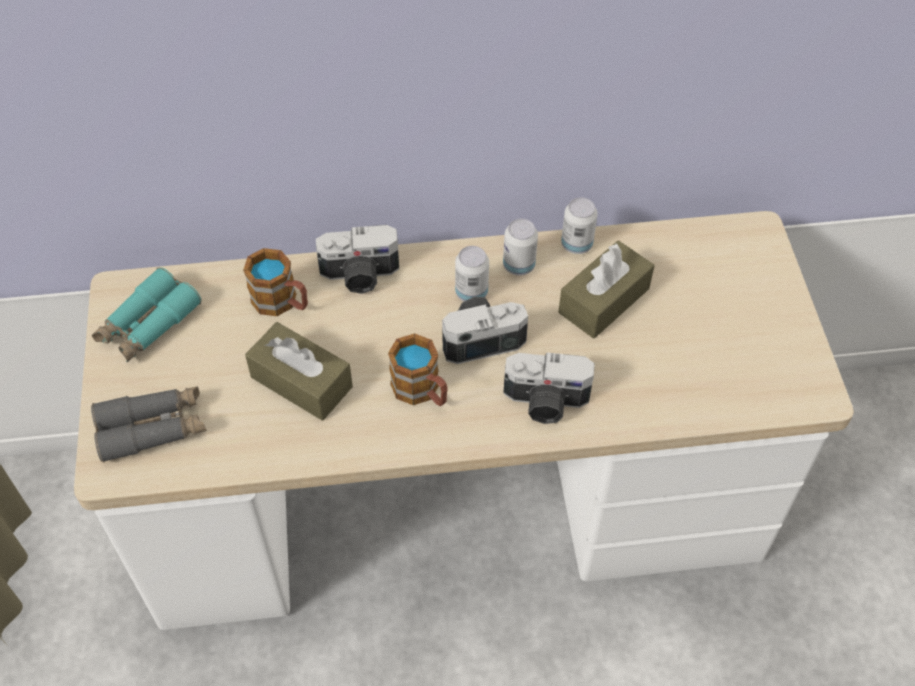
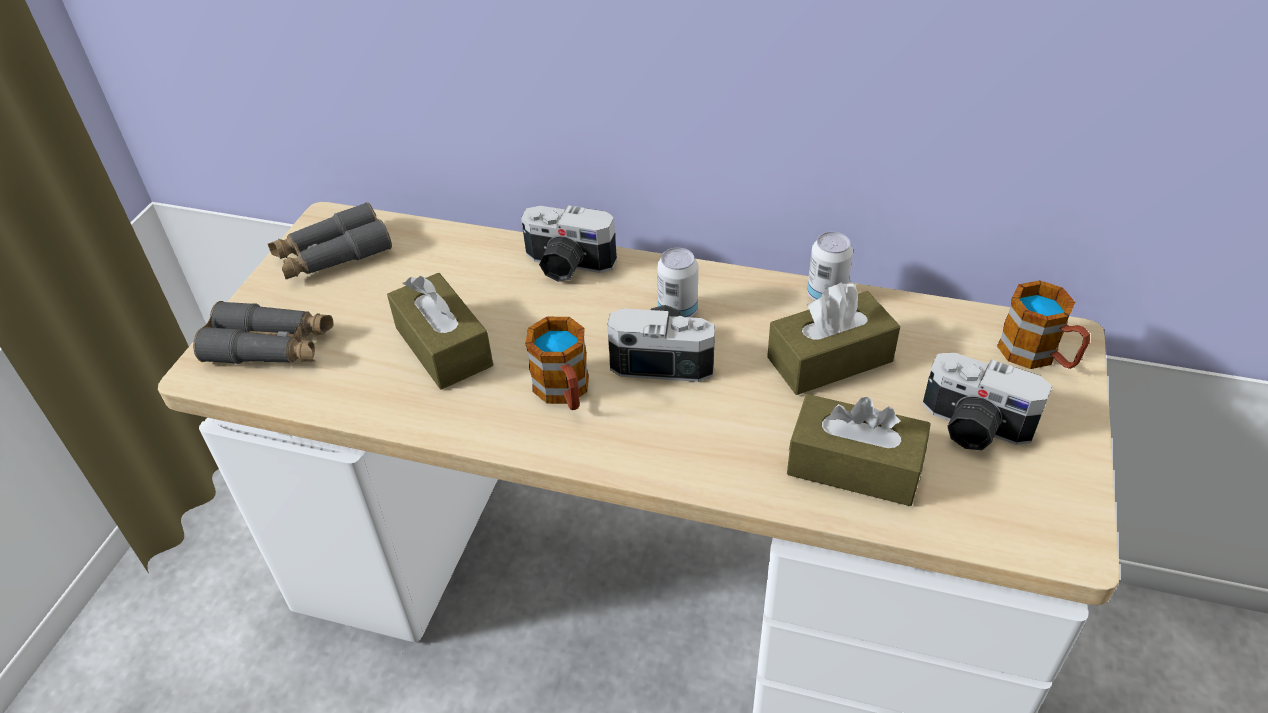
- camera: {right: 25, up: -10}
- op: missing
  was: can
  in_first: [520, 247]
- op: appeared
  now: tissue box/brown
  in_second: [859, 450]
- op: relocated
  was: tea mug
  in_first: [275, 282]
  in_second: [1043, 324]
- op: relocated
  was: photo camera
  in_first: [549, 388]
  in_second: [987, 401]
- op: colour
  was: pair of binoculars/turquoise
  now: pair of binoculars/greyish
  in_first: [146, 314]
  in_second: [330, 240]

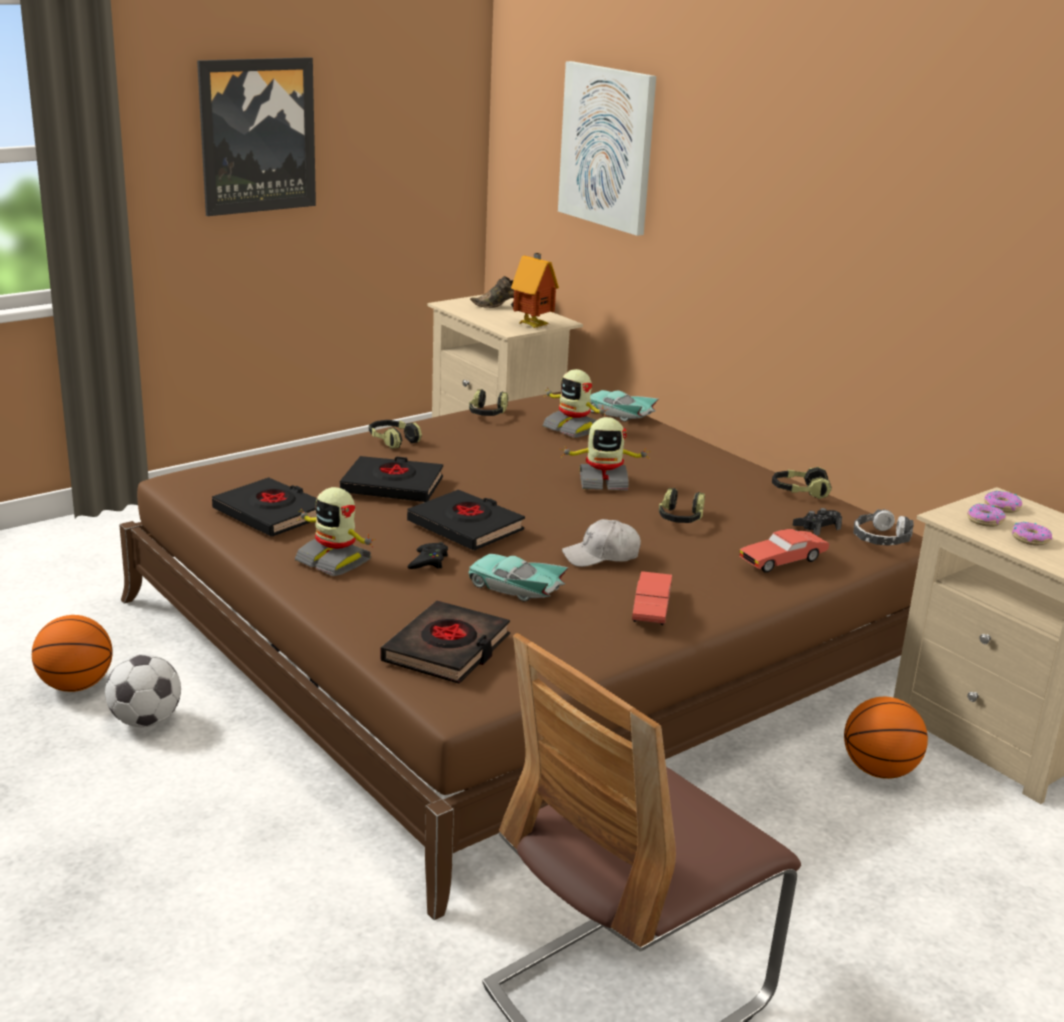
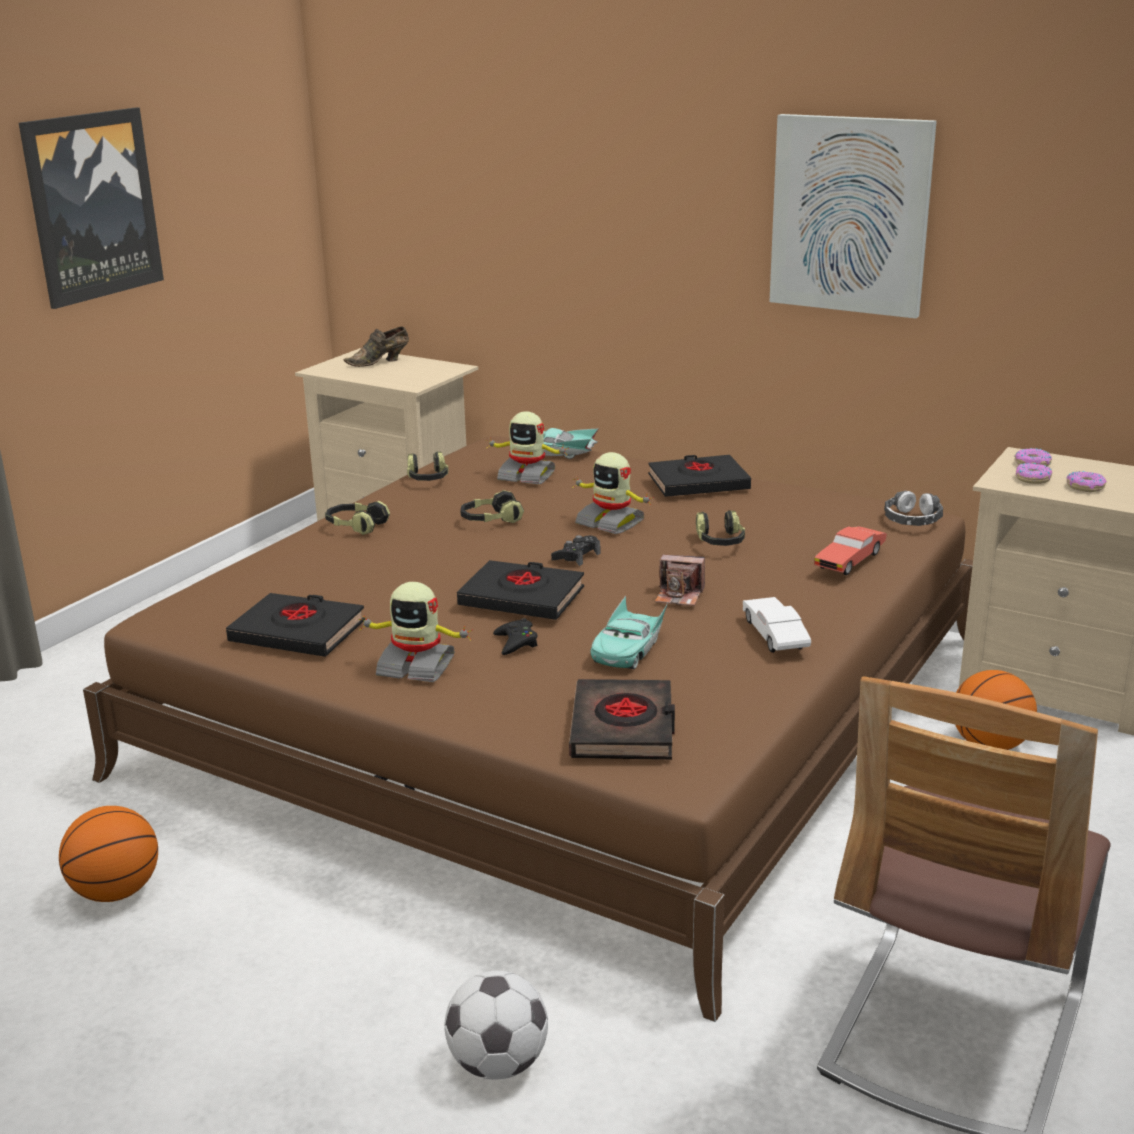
- camera: {right: -20, up: 0}
- op: missing
  was: model house
  in_first: [535, 290]
- op: relocated
  was: football ball
  in_first: [143, 690]
  in_second: [496, 1025]
- op: relocated
  was: book/black-coloured
  in_first: [391, 479]
  in_second: [699, 476]
- op: relocated
  was: wall picture
  in_first: [607, 148]
  in_second: [853, 216]
- op: relocated
  was: headphones
  in_first: [802, 482]
  in_second: [492, 506]
- op: relocated
  was: joypad/black-coloured
  in_first: [817, 522]
  in_second: [576, 550]
- op: exchanged
  was: cap/white
  now: photo camera
  in_first: [601, 543]
  in_second: [680, 580]
- op: colour
  was: toy car/reddish
  now: toy car/white
  in_first: [652, 598]
  in_second: [777, 625]
- op: spun
  was: toy car/turquoise
  in_first: [518, 578]
  in_second: [629, 632]
  clockwise: -75
- op: spun
  was: toy robot
  in_first: [605, 453]
  in_second: [613, 493]
  clockwise: 60

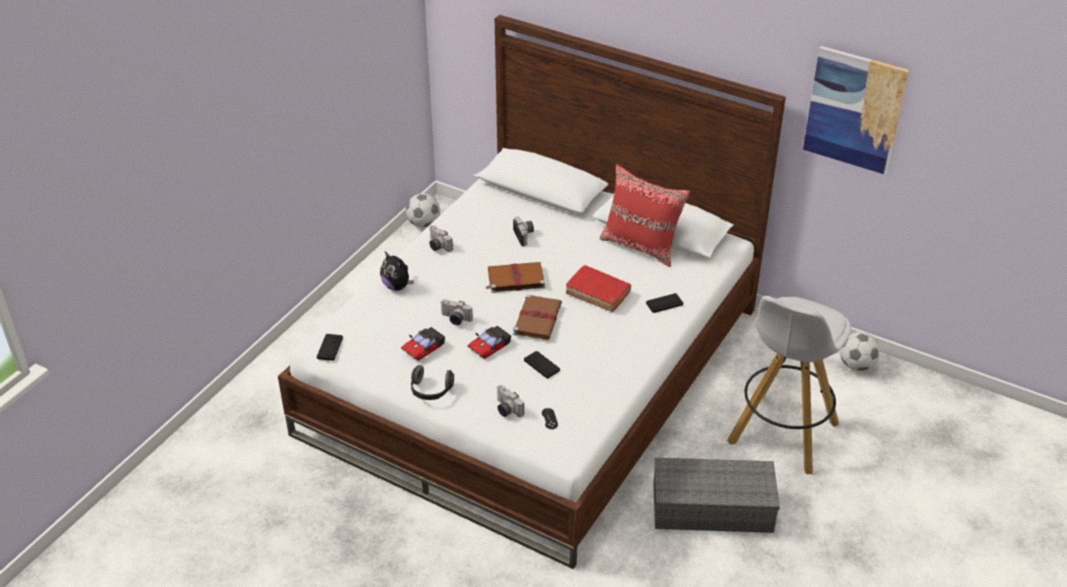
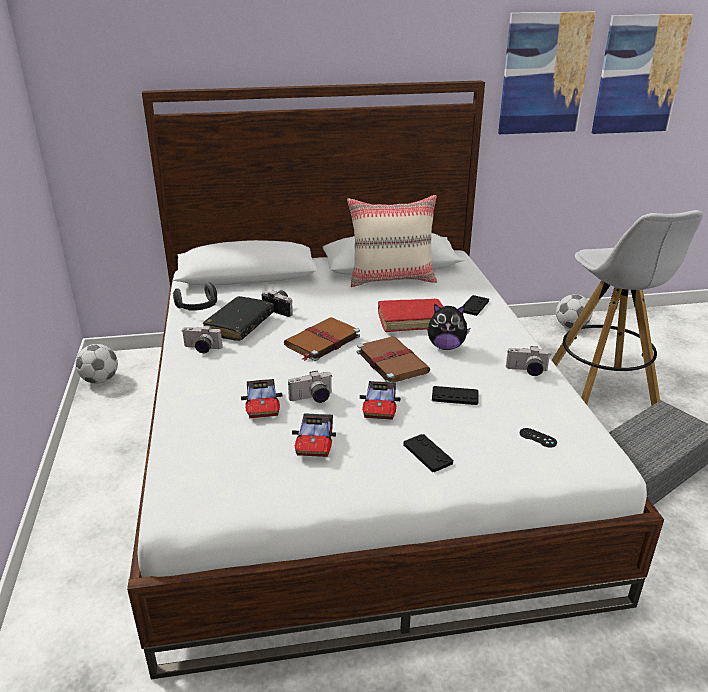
- camera: {right: -40, up: -10}
- op: appeared
  now: book/black-coloured
  in_second: [238, 318]
- op: appeared
  now: toy car
  in_second: [261, 398]
- op: appeared
  now: wall picture
  in_second: [642, 74]
- op: relocated
  was: joypad/black-coloured
  in_first: [330, 347]
  in_second: [428, 453]
- op: relocated
  was: plush toy
  in_first: [397, 271]
  in_second: [449, 327]
- op: relocated
  was: headphones
  in_first: [432, 382]
  in_second: [195, 296]
- op: relocated
  was: photo camera
  in_first: [510, 401]
  in_second: [528, 361]
- op: colour
  was: cushion/reddish
  now: cushion/beige
  in_first: [645, 215]
  in_second: [392, 241]

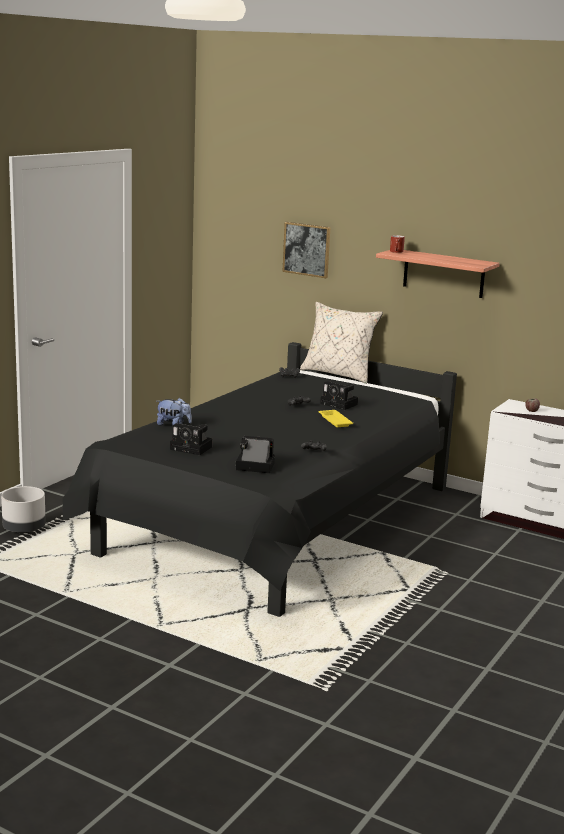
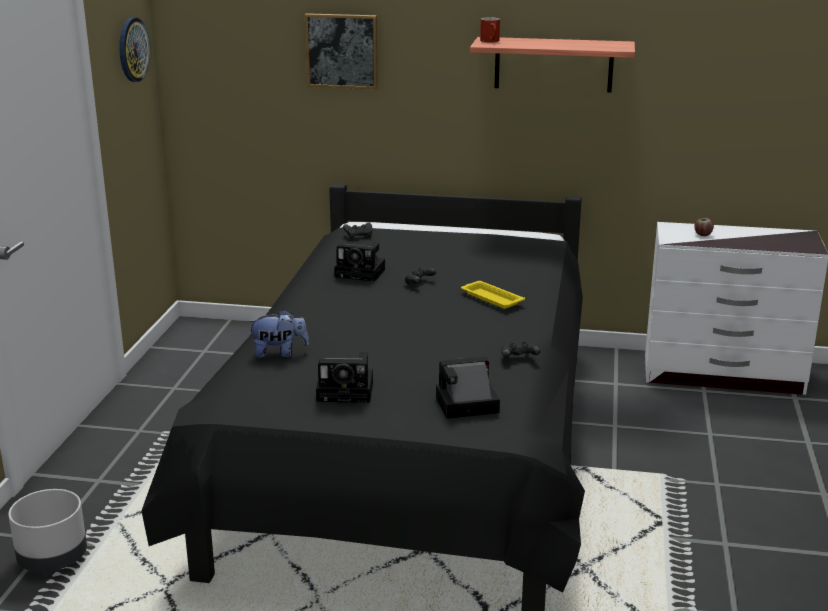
- camera: {right: -20, up: 5}
- op: missing
  was: cushion/beige
  in_first: [341, 343]
- op: appeared
  now: hanging clock
  in_second: [134, 49]
- op: relocated
  was: photo camera
  in_first: [339, 395]
  in_second: [360, 262]

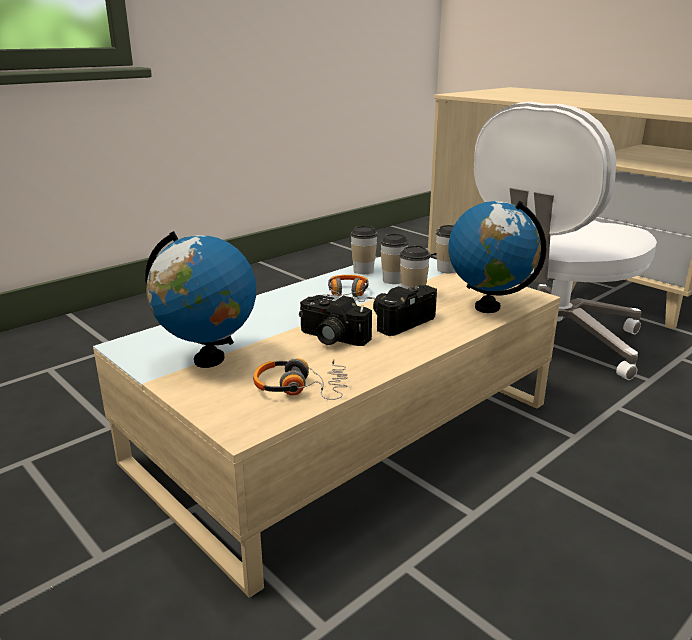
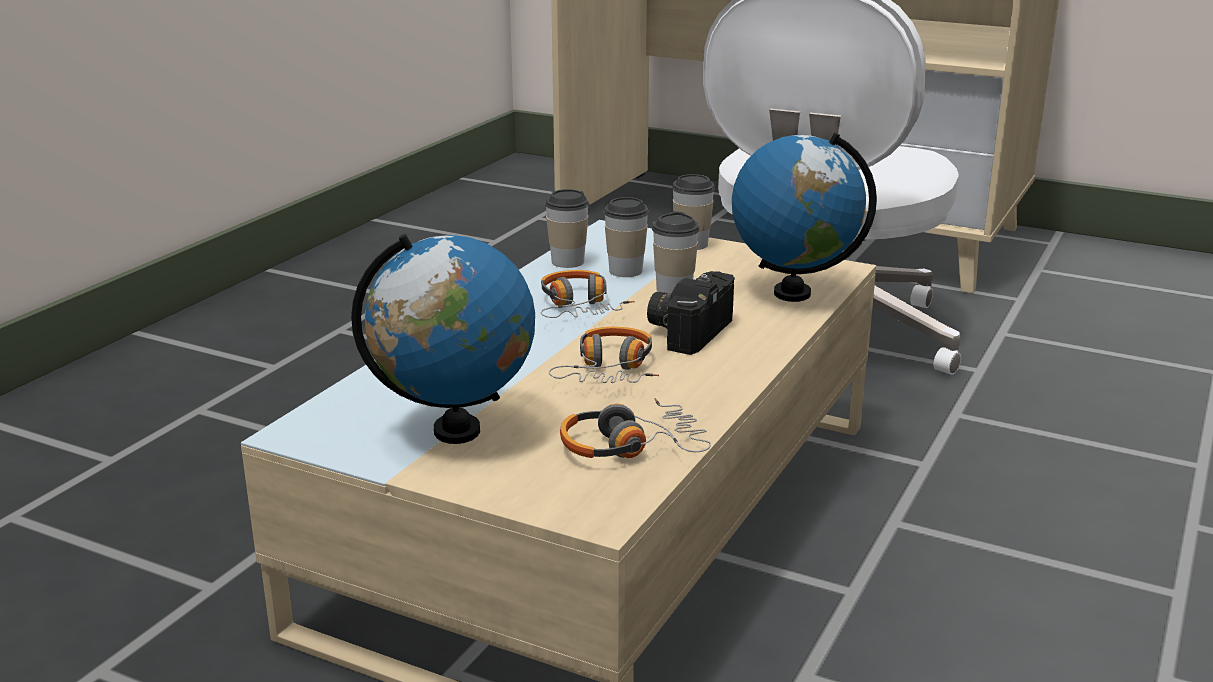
- camera: {right: -20, up: 0}
- op: exchanged
  was: photo camera
  now: headphones
  in_first: [335, 320]
  in_second: [604, 355]

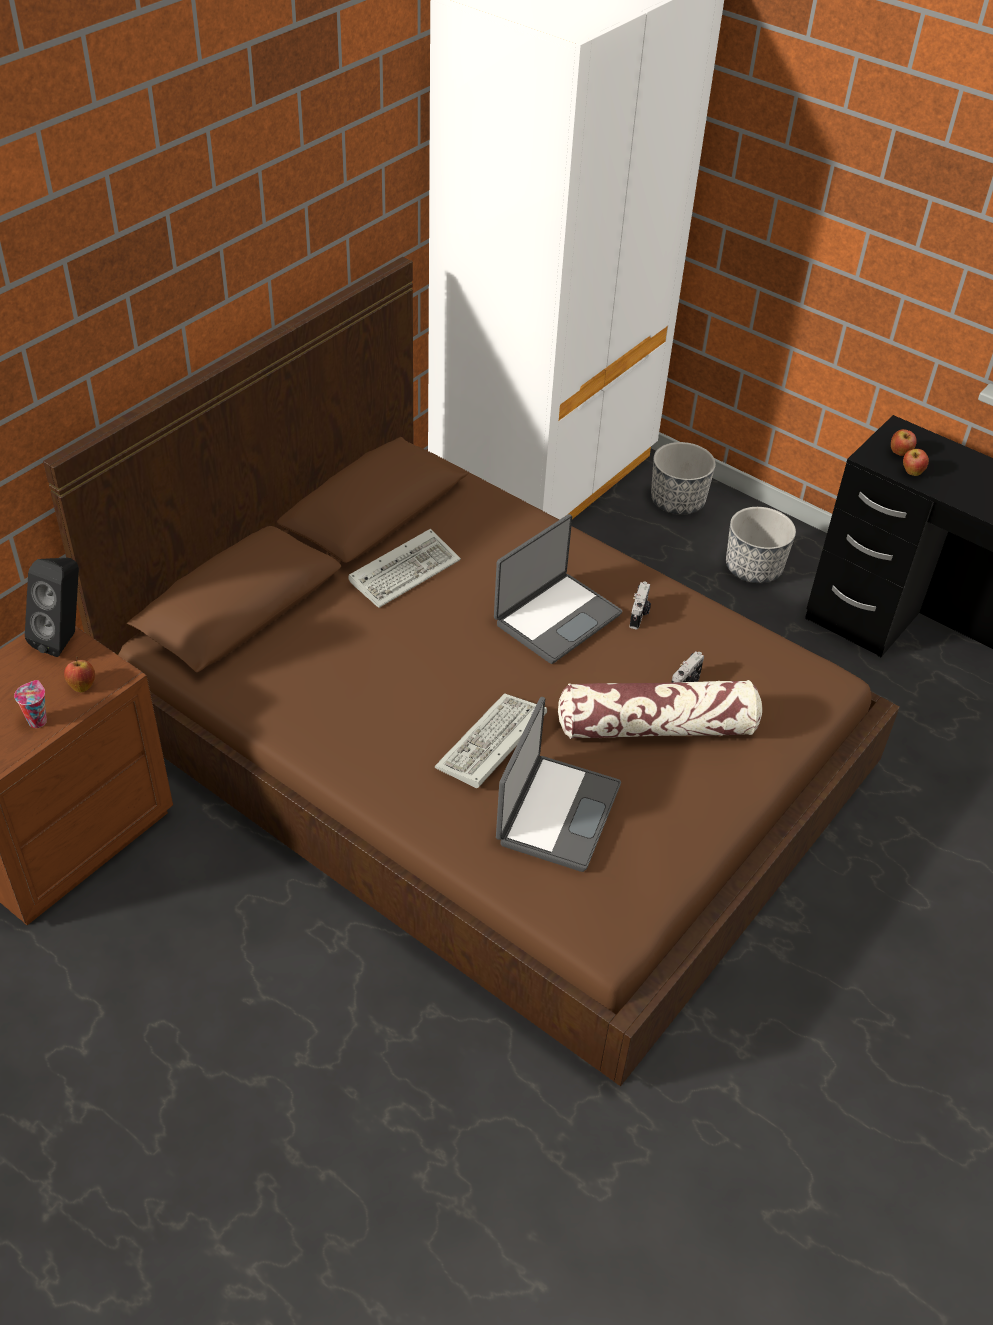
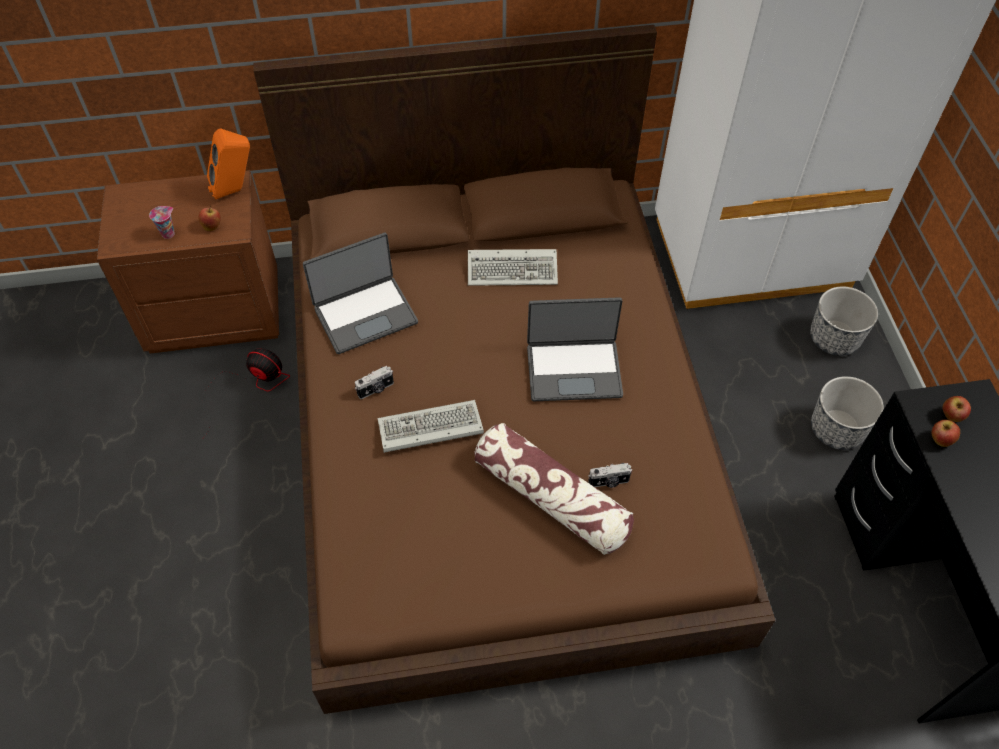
- camera: {right: 45, up: 10}
- op: appeared
  now: cooling fan
  in_second: [246, 393]
- op: relocated
  was: notebook computer
  in_first: [558, 784]
  in_second: [360, 293]
- op: relocated
  was: photo camera
  in_first: [640, 605]
  in_second: [374, 382]
- op: colour
  was: speaker/black-coloured
  now: speaker/orangey
  in_first: [52, 607]
  in_second: [228, 164]

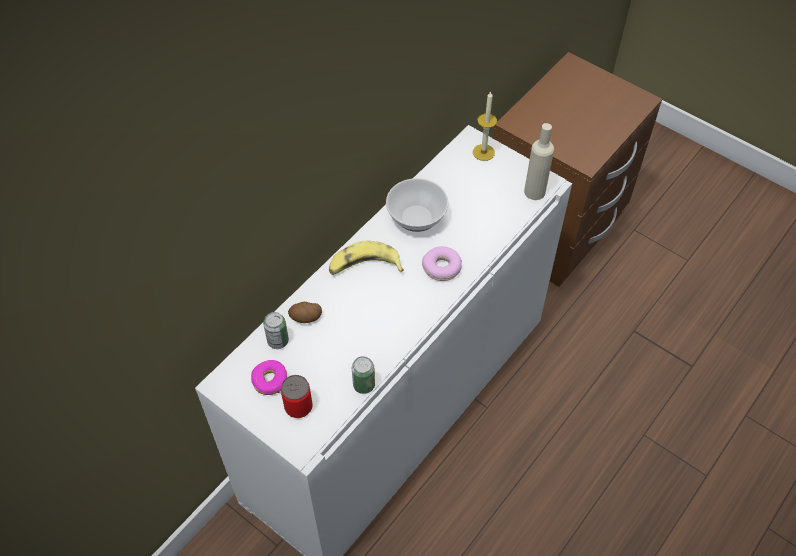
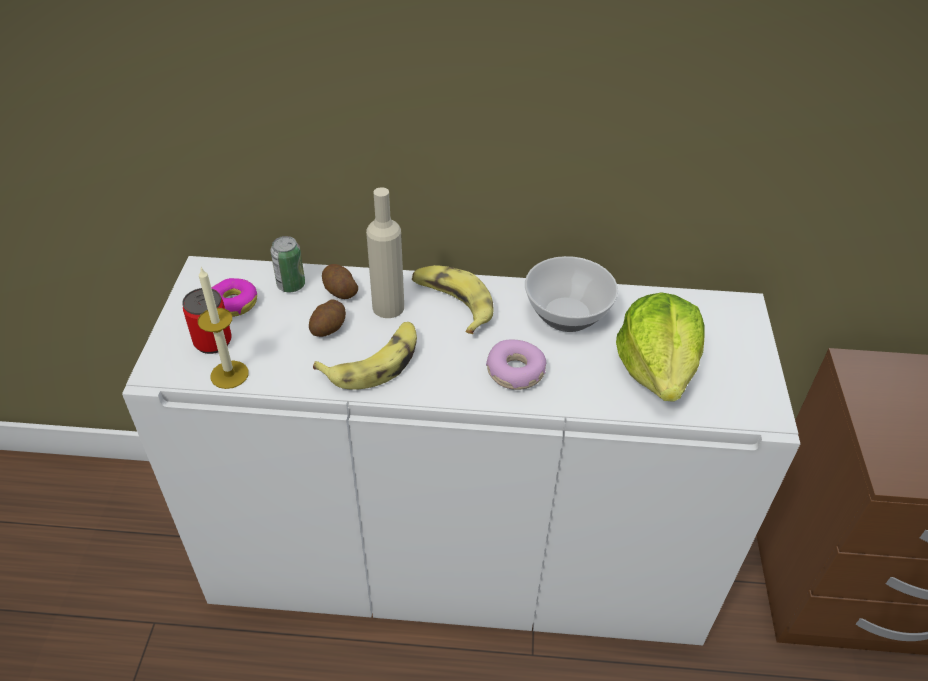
- camera: {right: 55, up: -10}
- op: missing
  was: can
  in_first: [363, 375]
- op: appeared
  now: whole potato
  in_second: [327, 318]
- op: appeared
  now: banana fruit
  in_second: [365, 356]
- op: appeared
  now: lettuce
  in_second: [660, 347]
- op: relocated
  was: wax light
  in_first: [485, 126]
  in_second: [223, 328]
- op: relocated
  was: bottle/beige
  in_first: [539, 161]
  in_second: [385, 252]

